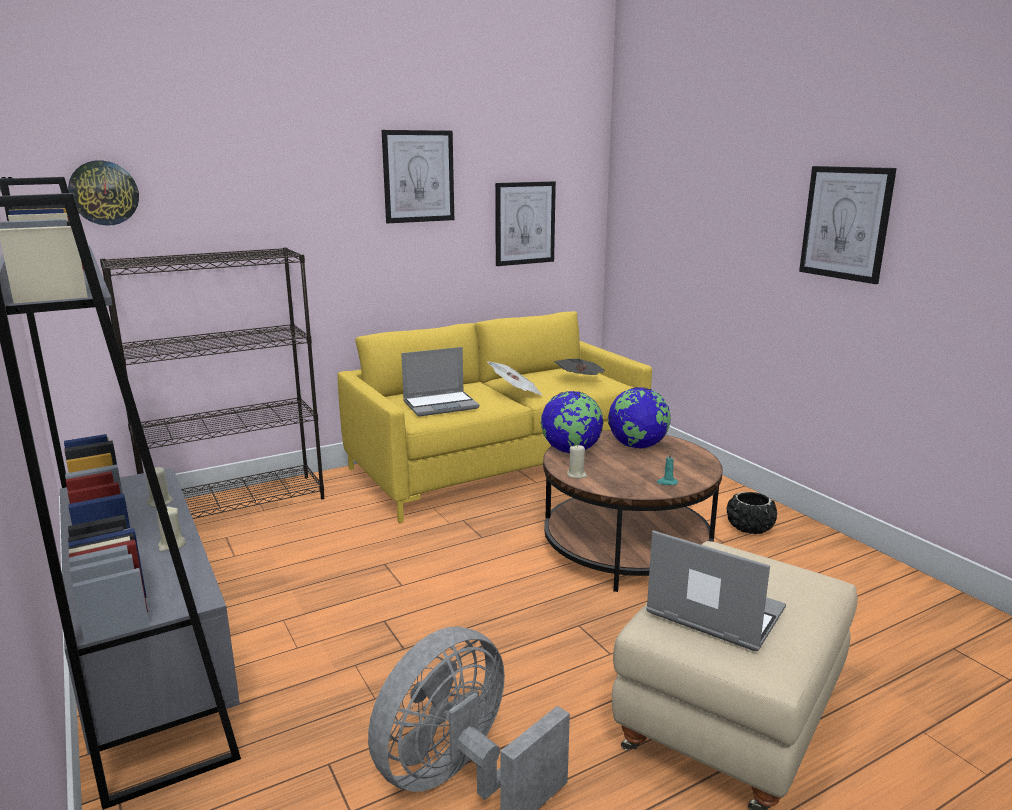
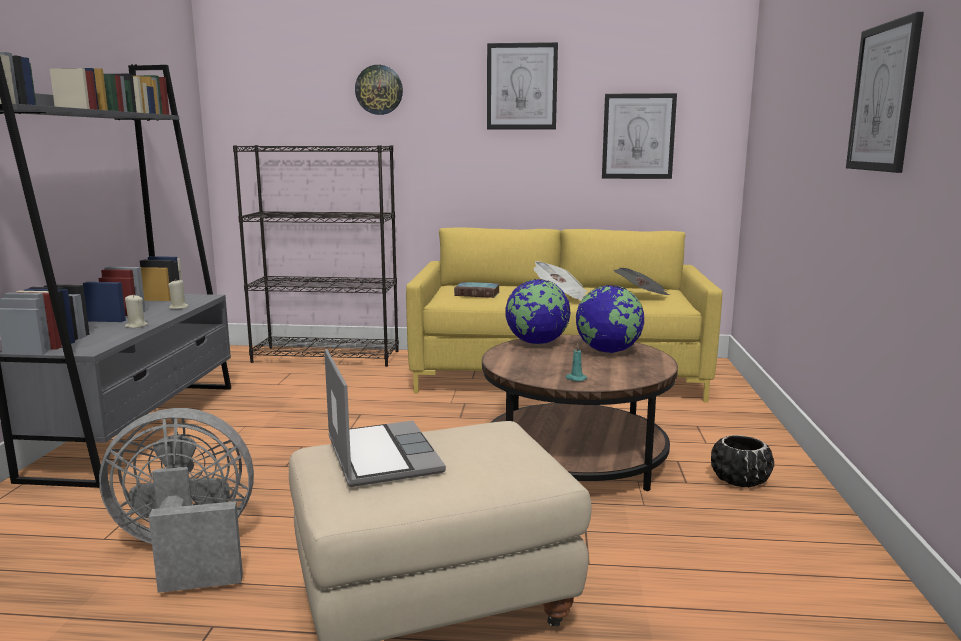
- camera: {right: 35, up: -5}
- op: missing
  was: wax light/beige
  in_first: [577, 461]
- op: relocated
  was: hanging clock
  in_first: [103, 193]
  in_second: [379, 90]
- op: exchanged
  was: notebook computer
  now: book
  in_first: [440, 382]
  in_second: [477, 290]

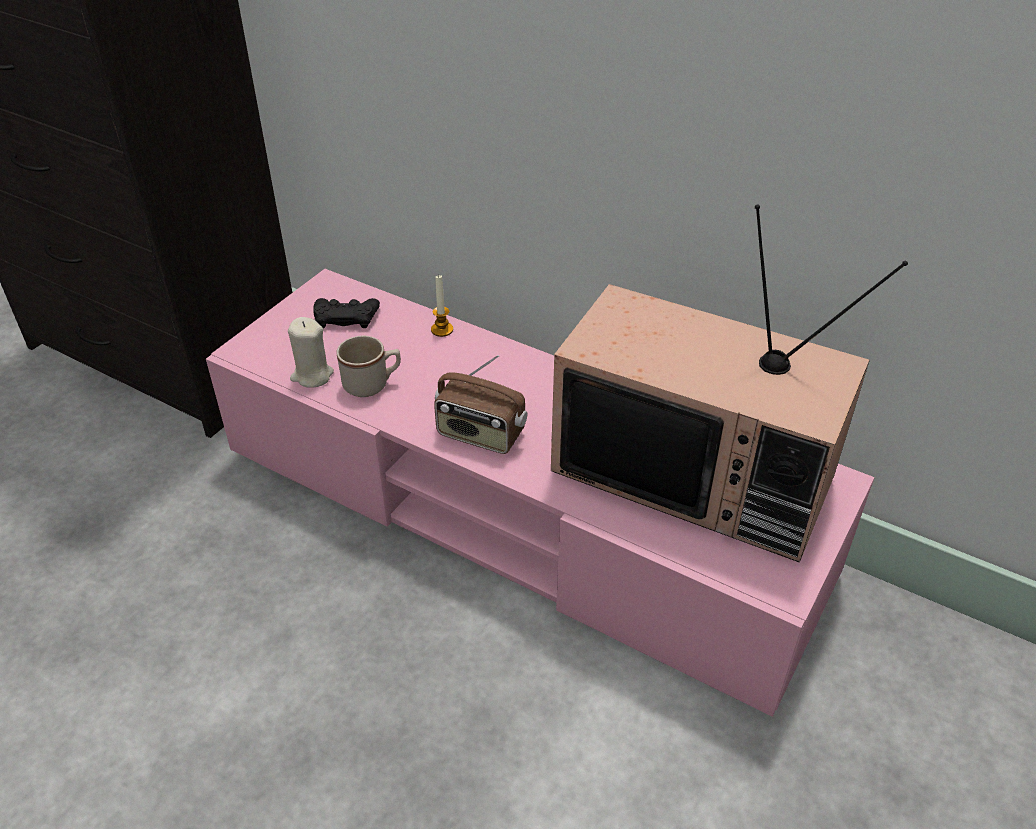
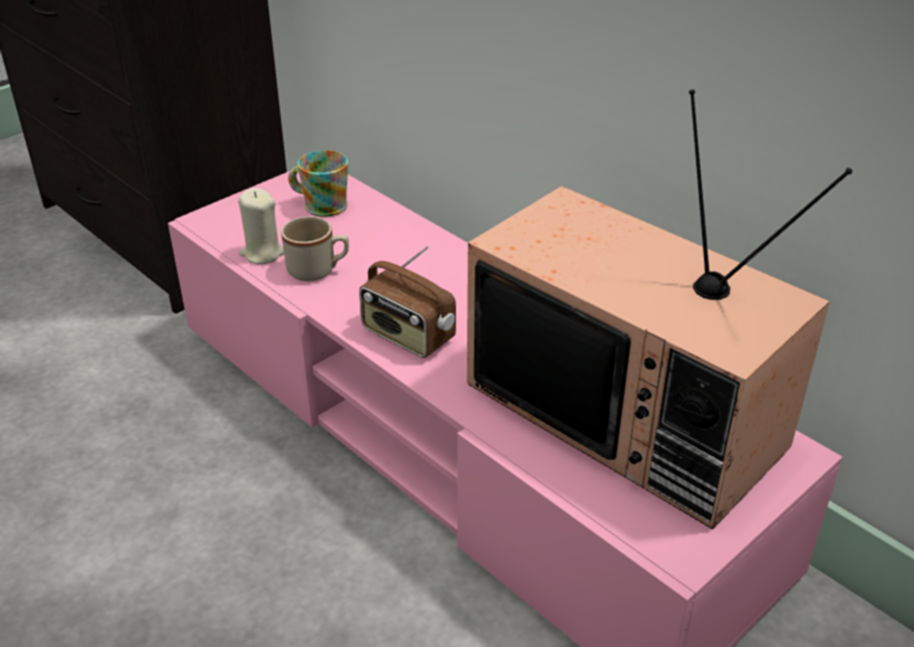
- camera: {right: 15, up: -5}
- op: missing
  was: wax light
  in_first: [442, 305]
- op: exchanged
  was: joypad/black-coloured
  now: tea mug
  in_first: [347, 313]
  in_second: [318, 183]

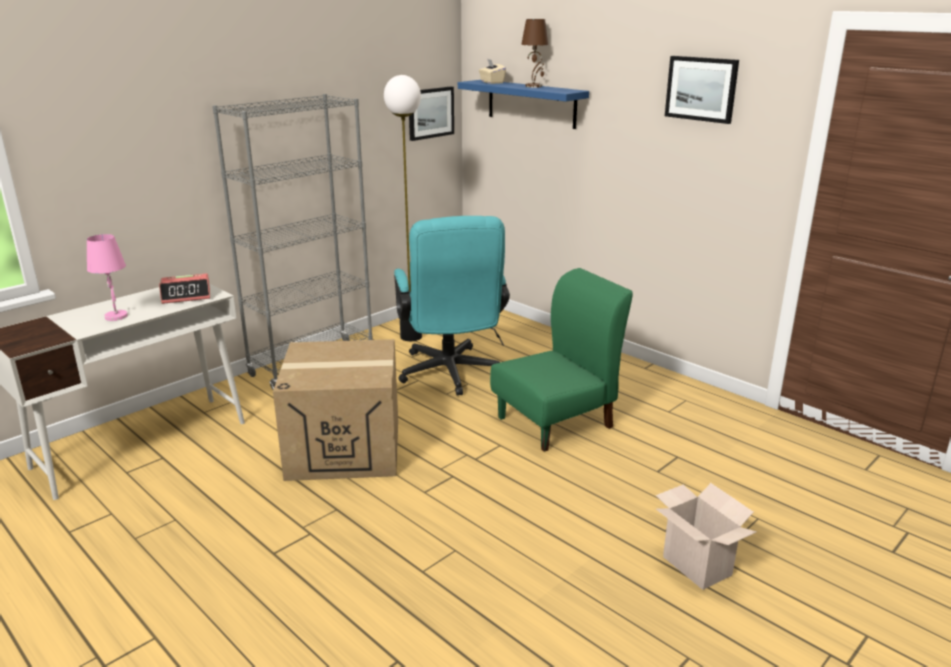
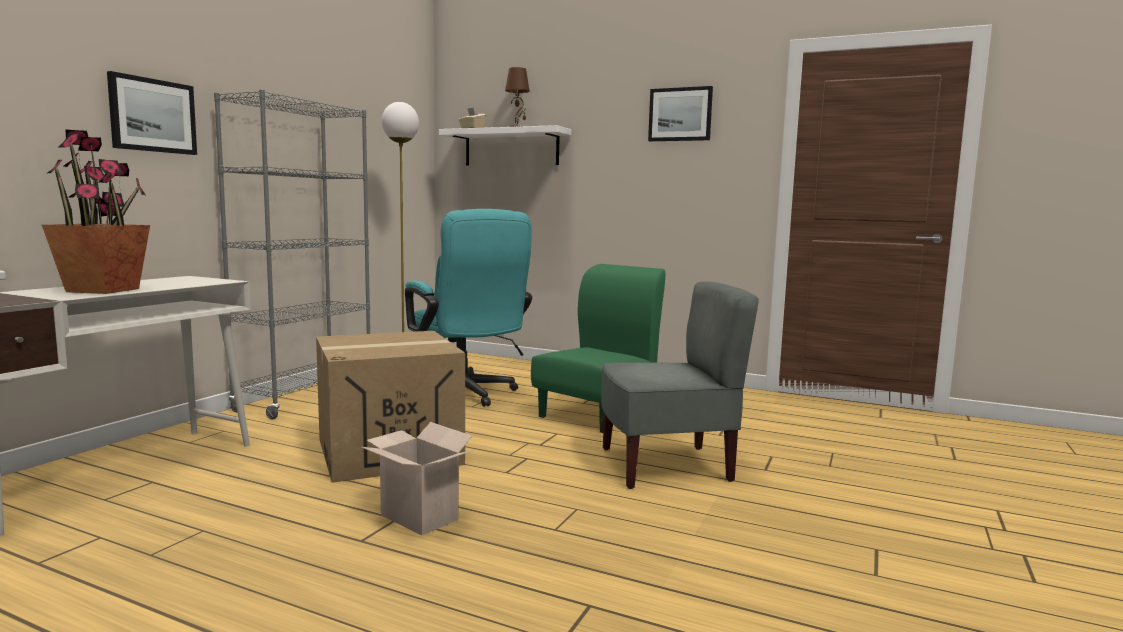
- camera: {right: -20, up: -15}
- op: missing
  was: alarm clock
  in_first: [184, 288]
- op: appeared
  now: chair/greyish
  in_second: [680, 385]
- op: relocated
  was: wall picture
  in_first: [431, 114]
  in_second: [152, 113]
- op: relocated
  was: cardboard box
  in_first: [706, 536]
  in_second: [417, 479]
- op: exchanged
  was: tabletop lamp/pink
  now: plant in a pot
  in_first: [107, 277]
  in_second: [96, 211]
- op: colour
  was: bracket shelf/blue-coloured
  now: bracket shelf/white
  in_first: [523, 104]
  in_second: [505, 145]

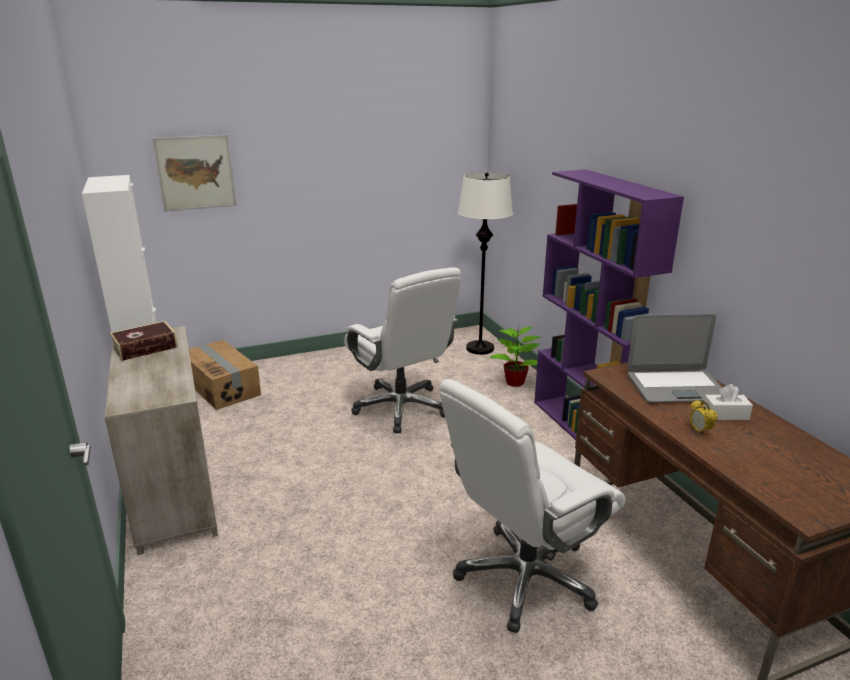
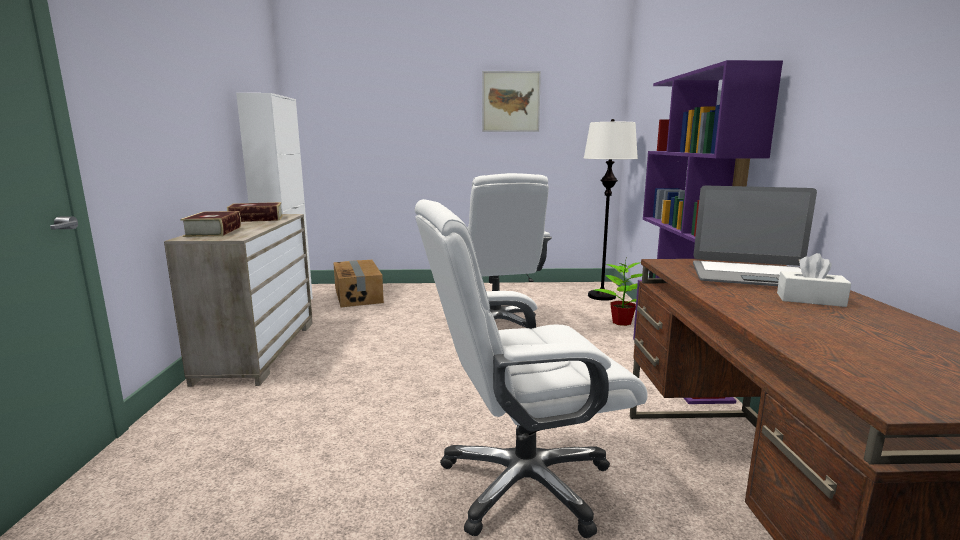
- camera: {right: 20, up: -10}
- op: missing
  was: alarm clock
  in_first: [704, 418]
- op: appeared
  now: book
  in_second: [210, 224]
- op: relocated
  was: wall picture
  in_first: [194, 173]
  in_second: [511, 101]

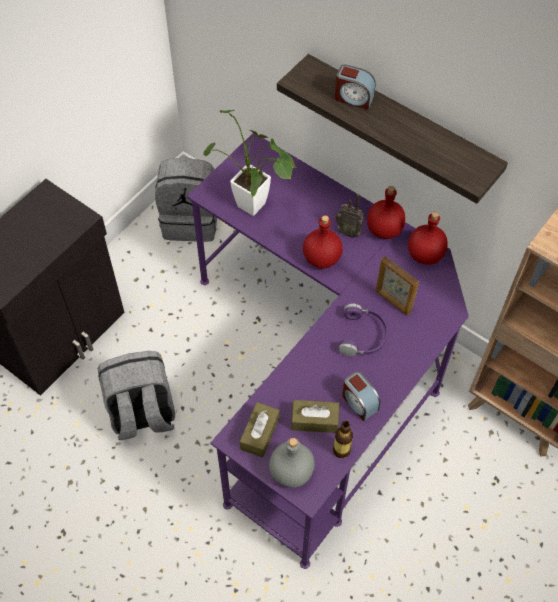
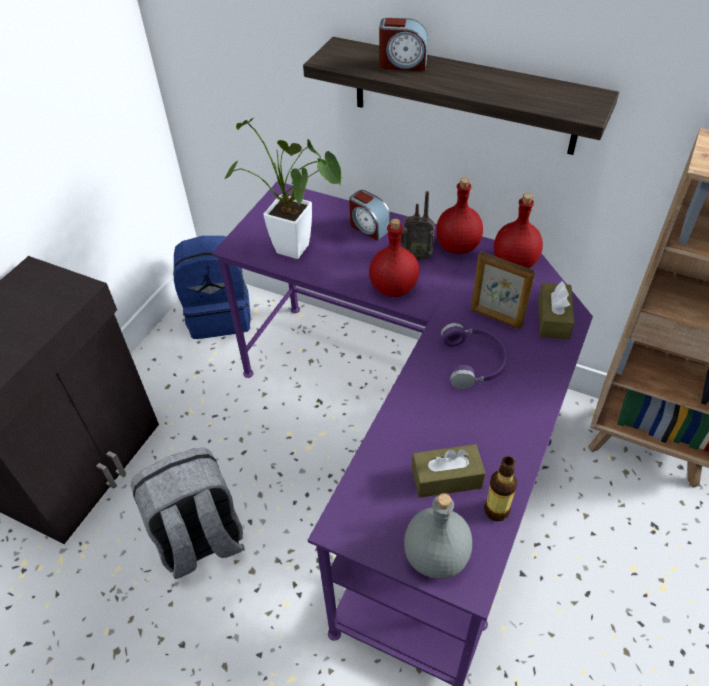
- camera: {right: -10, up: -10}
- op: relocated
  was: tissue box/brown
  in_first: [259, 430]
  in_second: [556, 310]
- op: relocated
  was: alarm clock
  in_first: [361, 396]
  in_second: [370, 215]
- op: colour
  was: rucksack/greyish
  now: rucksack/blue-coloured
  in_first: [186, 200]
  in_second: [212, 287]

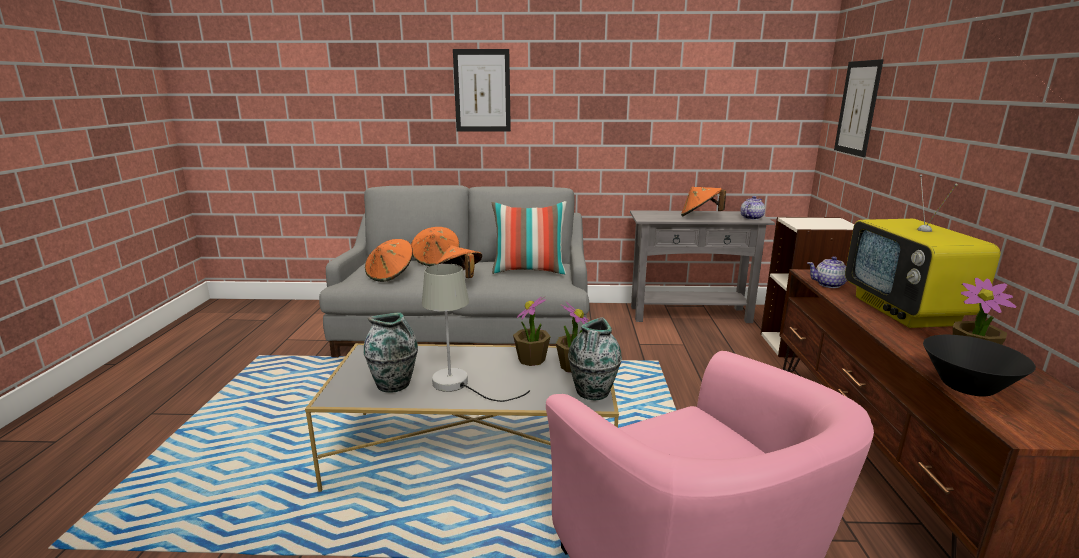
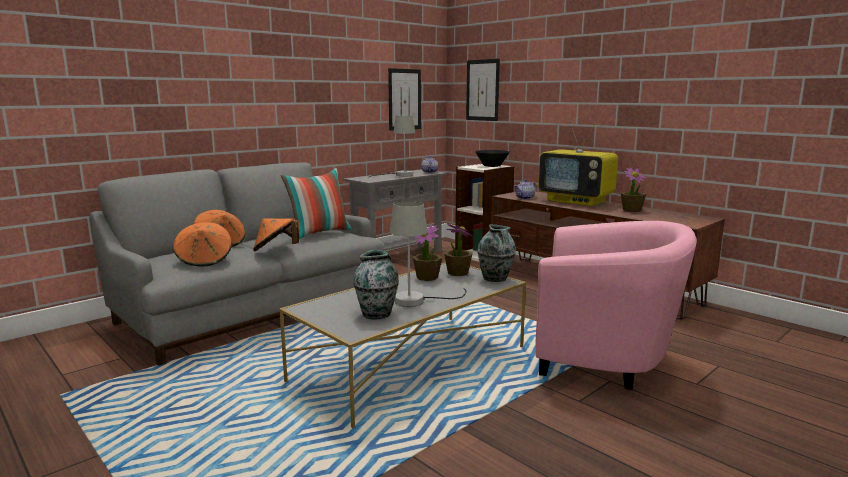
- camera: {right: -45, up: -5}
- op: relocated
  was: wall picture
  in_first: [482, 90]
  in_second: [404, 99]
- op: relocated
  was: bowl/black-coloured
  in_first: [979, 366]
  in_second: [492, 158]
- op: exchanged
  was: wearable hat/orangey
  now: tabletop lamp/greyish
  in_first: [703, 201]
  in_second: [391, 147]

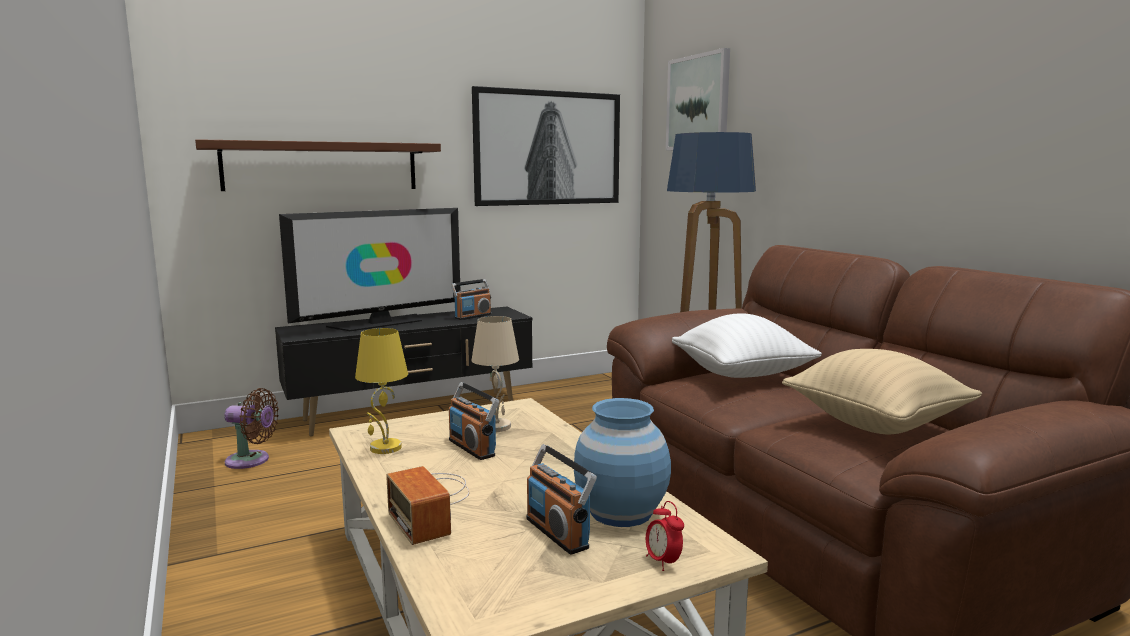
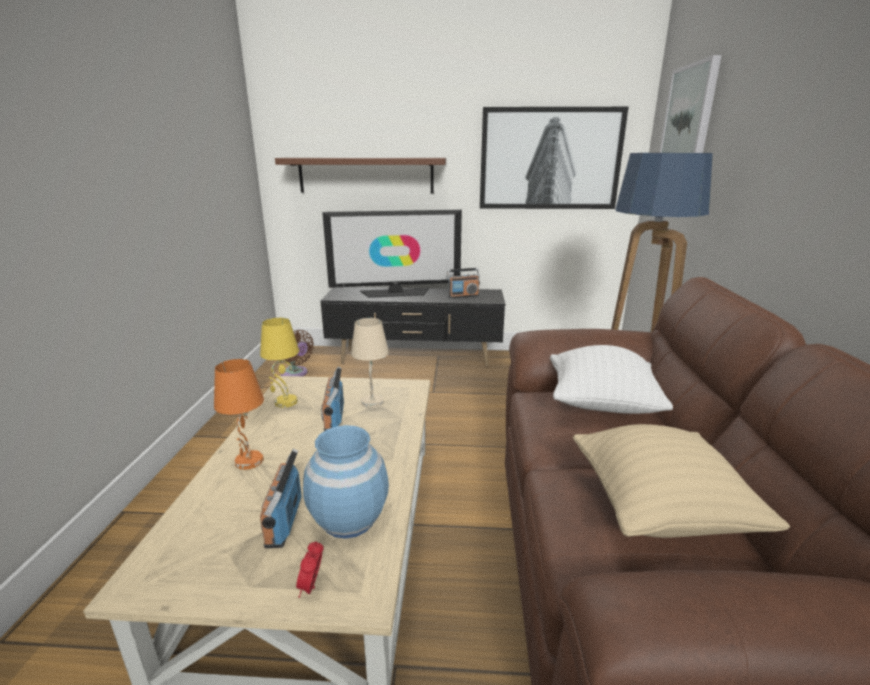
- camera: {right: 30, up: 10}
- op: exchanged
  was: radio set
  now: tabletop lamp/orangey
  in_first: [427, 505]
  in_second: [239, 414]

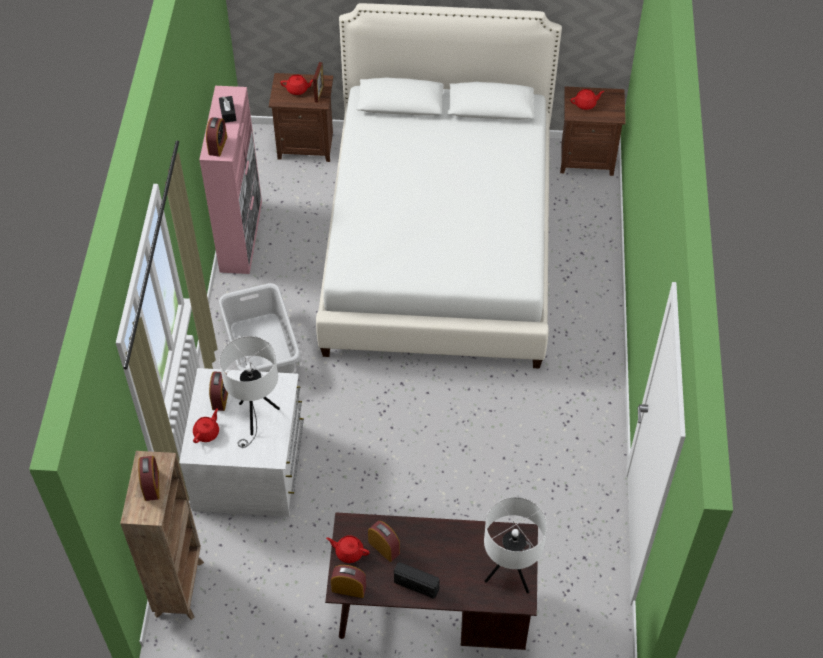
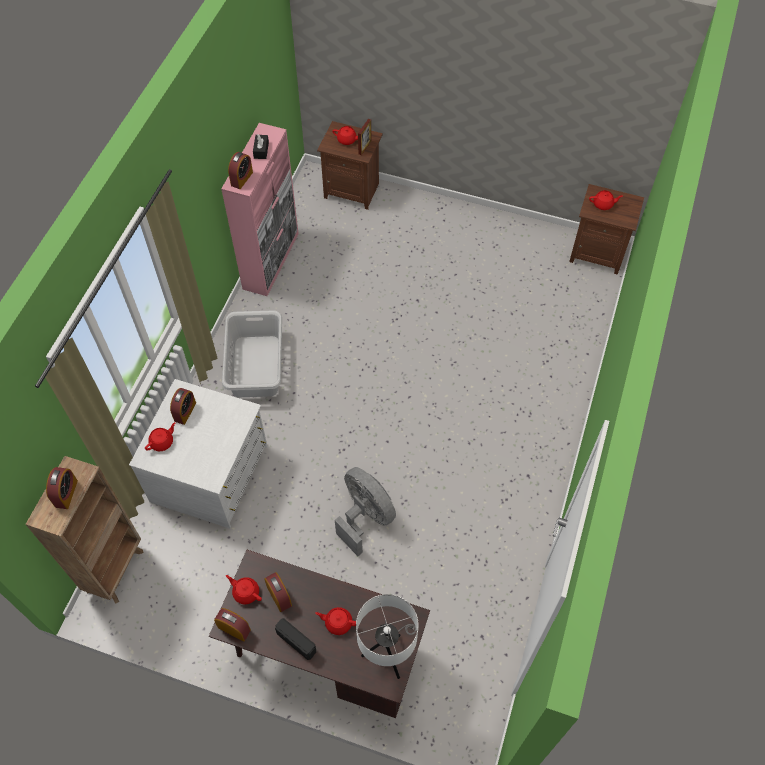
- camera: {right: 15, up: 5}
- op: missing
  was: tabletop lamp/white
  in_first: [249, 392]
- op: missing
  was: sleeping bed/white
  in_first: [439, 186]
- op: appeared
  now: pot for tea/reddish
  in_second: [335, 621]
- op: appeared
  now: cooling fan/greyish
  in_second: [365, 511]

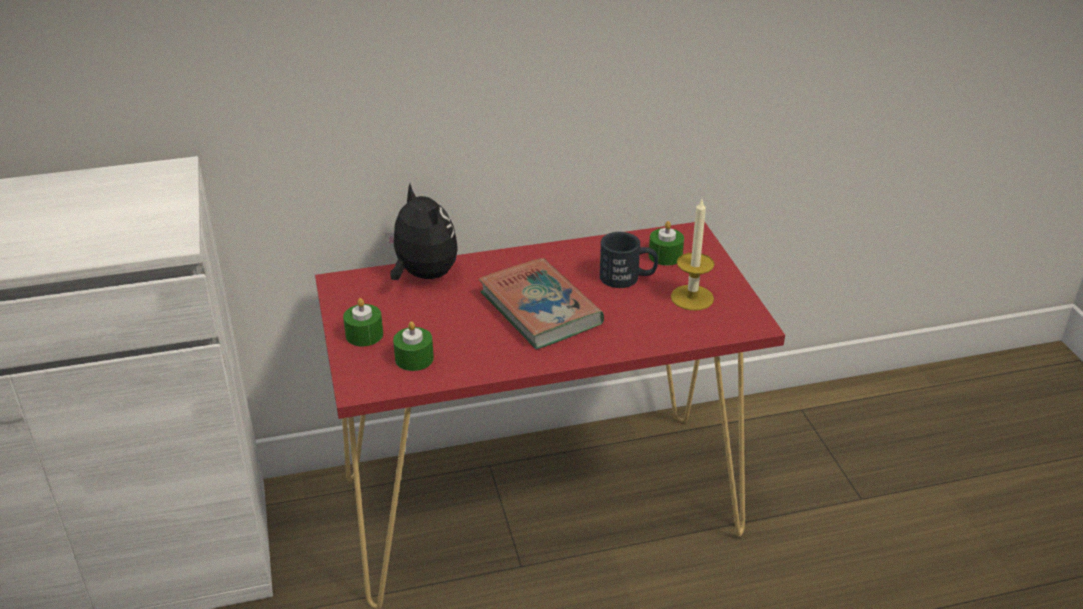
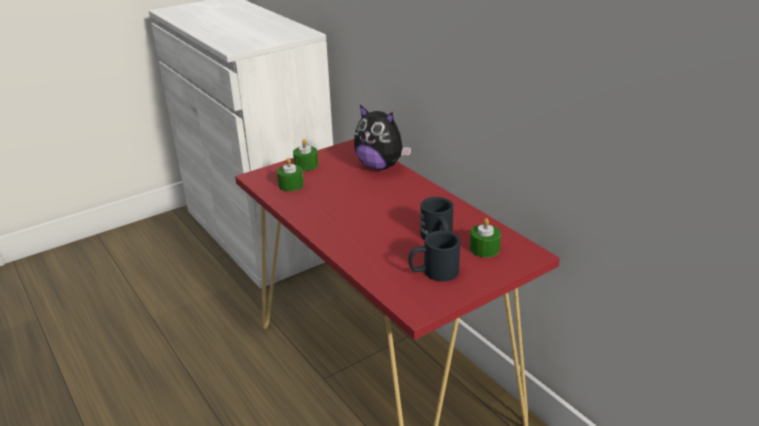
- camera: {right: 70, up: -5}
- op: missing
  was: book
  in_first: [541, 303]
- op: exchanged
  was: wax light
  now: tea mug/black-coloured
  in_first: [692, 255]
  in_second: [434, 256]
- op: spun
  was: plush toy
  in_first: [422, 232]
  in_second: [383, 137]
  clockwise: 90

